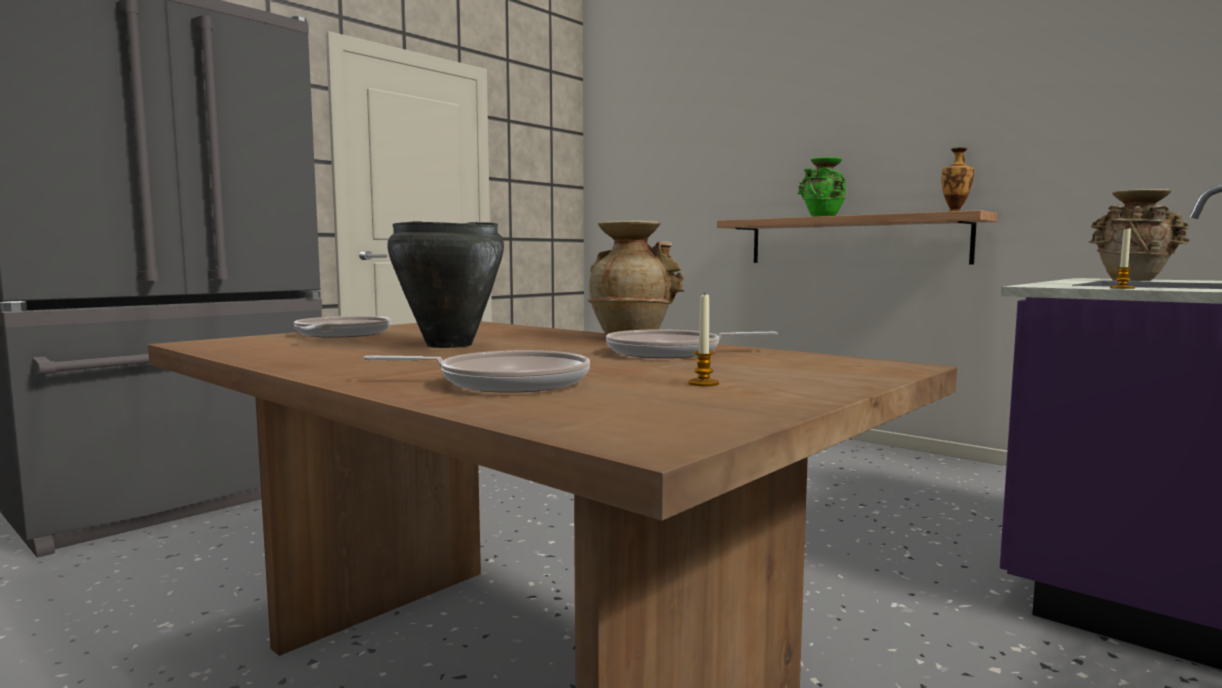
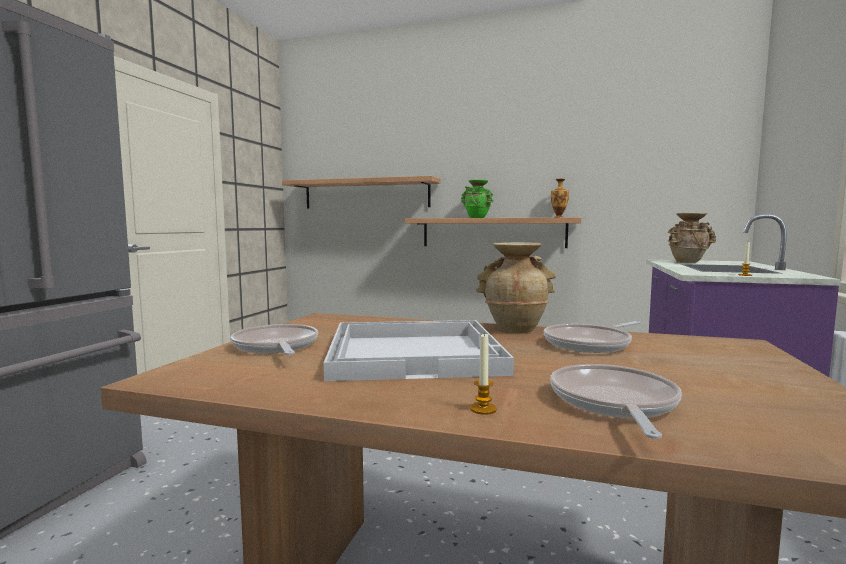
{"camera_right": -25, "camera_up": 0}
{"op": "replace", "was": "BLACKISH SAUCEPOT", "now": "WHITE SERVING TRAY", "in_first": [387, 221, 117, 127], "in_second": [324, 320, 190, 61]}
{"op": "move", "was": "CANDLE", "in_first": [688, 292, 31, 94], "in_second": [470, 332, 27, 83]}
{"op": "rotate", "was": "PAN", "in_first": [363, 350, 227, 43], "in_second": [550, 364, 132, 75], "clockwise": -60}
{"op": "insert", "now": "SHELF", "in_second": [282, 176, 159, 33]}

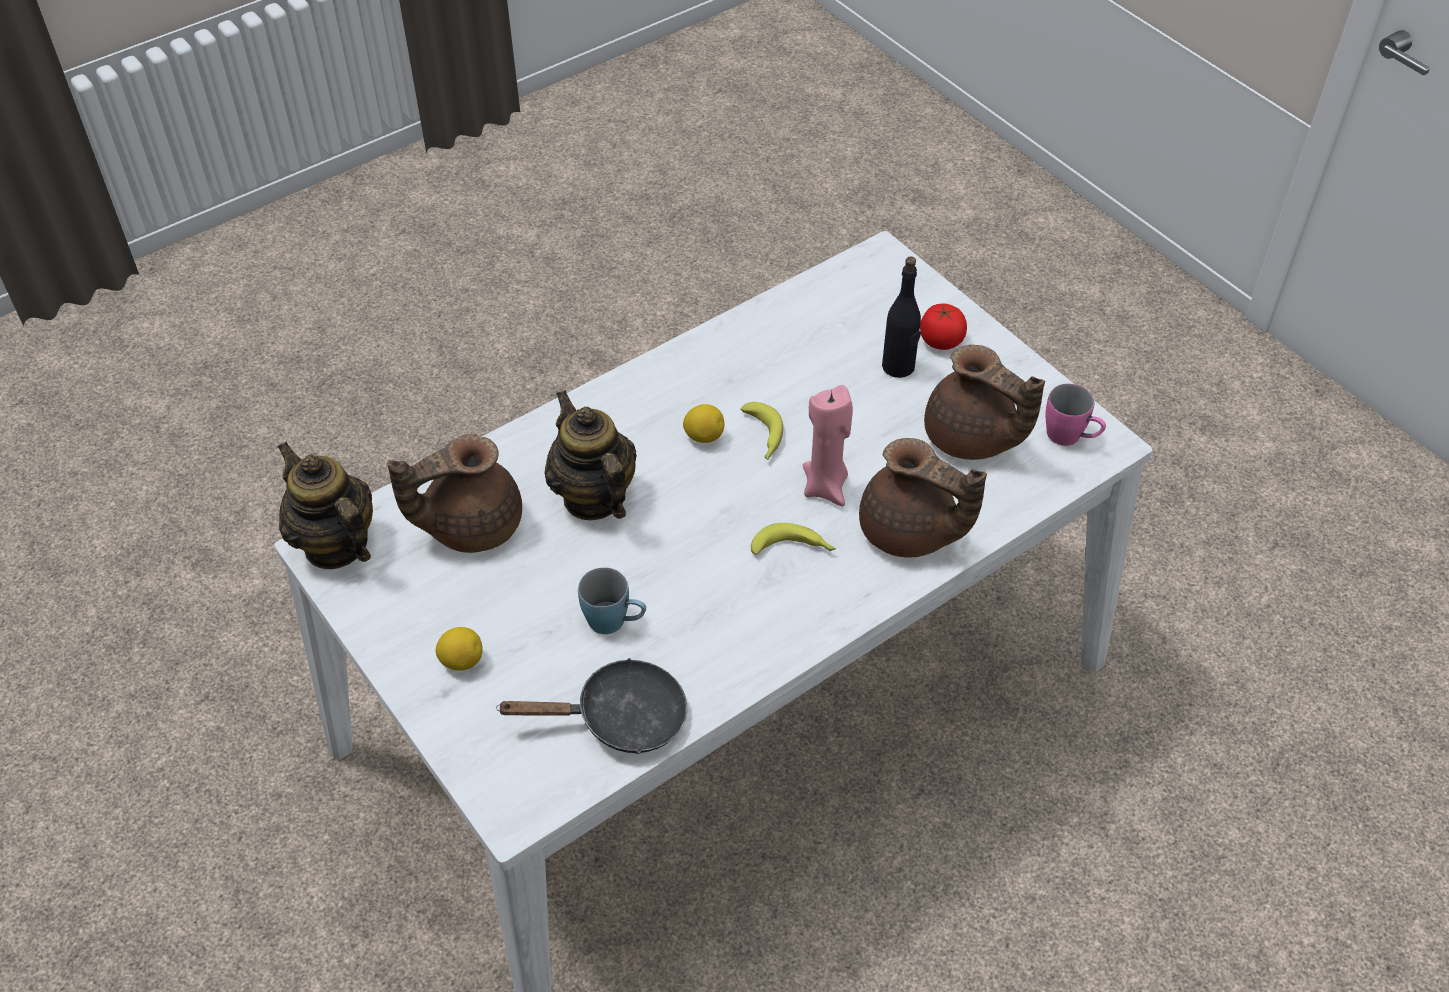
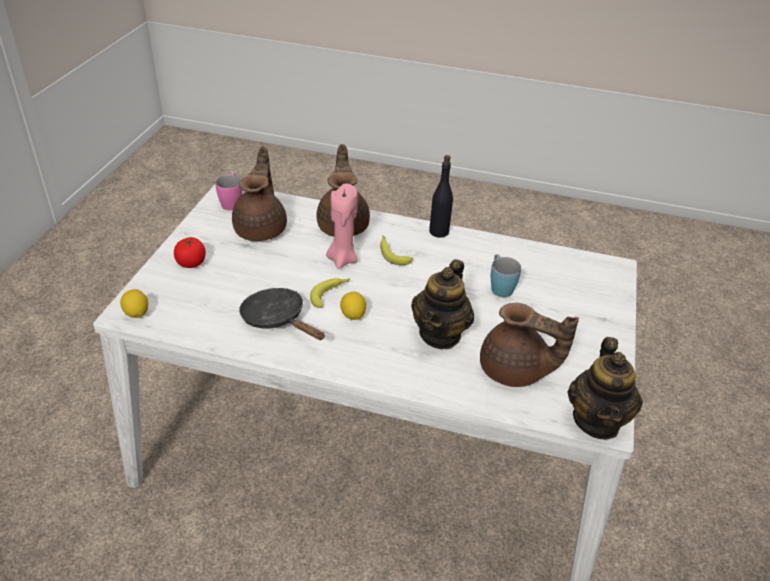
{"camera_right": -130, "camera_up": -10}
{"op": "move", "was": "BLACKISH DRINK BOTTLE", "in_first": [882, 257, 39, 121], "in_second": [429, 155, 24, 82]}
{"op": "move", "was": "LEMON", "in_first": [436, 627, 47, 43], "in_second": [120, 289, 28, 29]}
{"op": "move", "was": "BLACKISH PAN", "in_first": [496, 658, 191, 96], "in_second": [239, 288, 86, 52]}

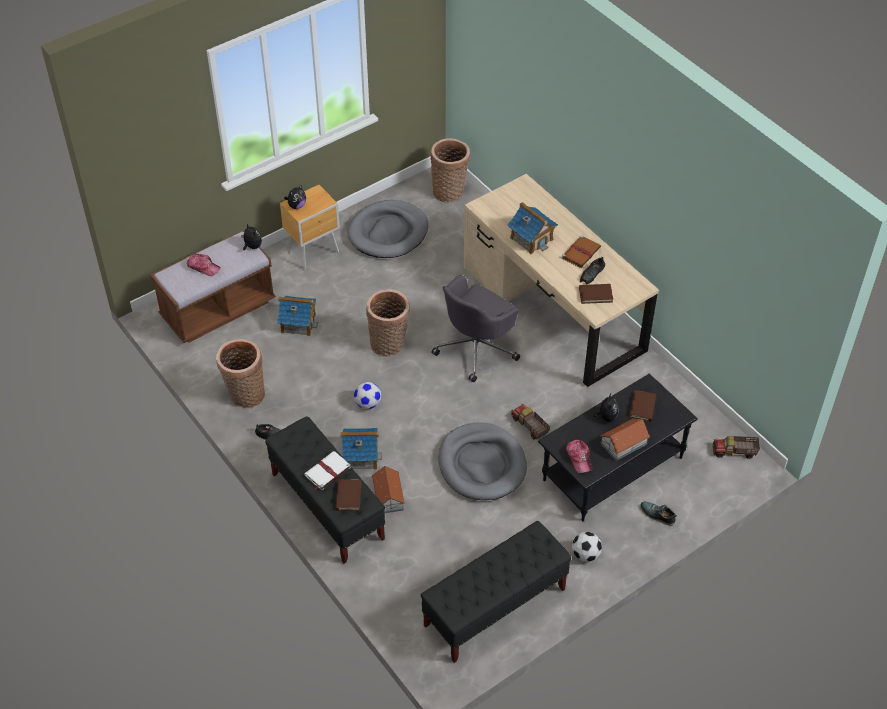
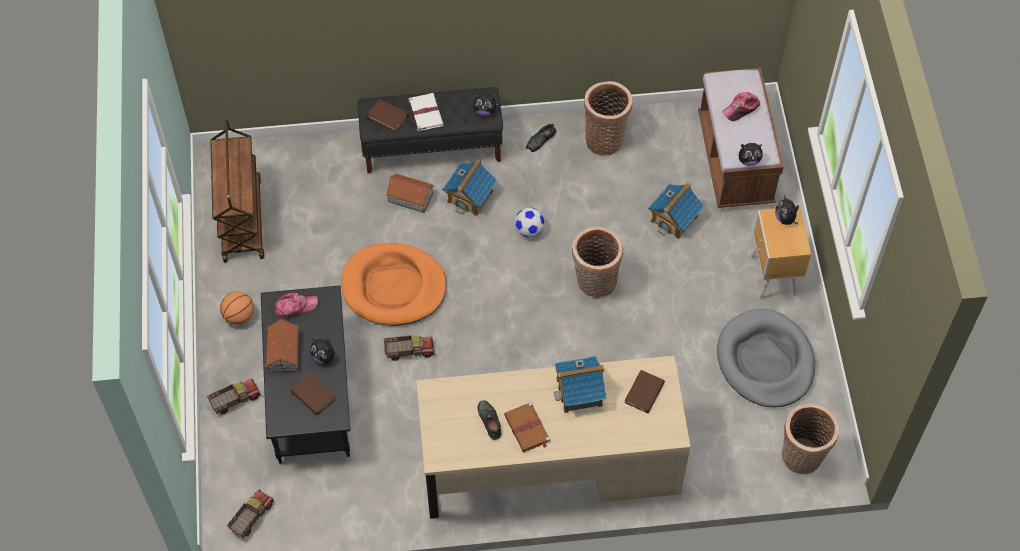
{"camera_right": 120, "camera_up": 10}
{"op": "delete", "was": "GREY COMPUTER CHAIR", "in_first": [432, 275, 88, 107]}
{"op": "move", "was": "BROWN VOLUME", "in_first": [579, 284, 34, 20], "in_second": [624, 370, 41, 43]}
{"op": "recolor", "was": "GREY DOG CUSHION", "now": "ORANGEY DOG CUSHION", "in_first": [439, 422, 88, 78], "in_second": [341, 243, 105, 83]}
{"op": "rotate", "was": "BASEBALL CAP", "in_first": [566, 440, 27, 33], "in_second": [274, 292, 44, 25], "clockwise": 150}
{"op": "replace", "was": "LOW SHOE", "now": "TOY TRUCK", "in_first": [640, 502, 37, 24], "in_second": [207, 379, 54, 35]}
{"op": "replace", "was": "BLACKISH INDOOR BENCH", "now": "BROWN TROLLEY", "in_first": [421, 521, 150, 142], "in_second": [210, 120, 54, 143]}
{"op": "replace", "was": "BALL FOR FOOTBALL", "now": "BASKETBALL", "in_first": [572, 532, 30, 30], "in_second": [220, 291, 34, 34]}
{"op": "insert", "now": "CUDDLY TOY", "in_second": [473, 93, 26, 23]}

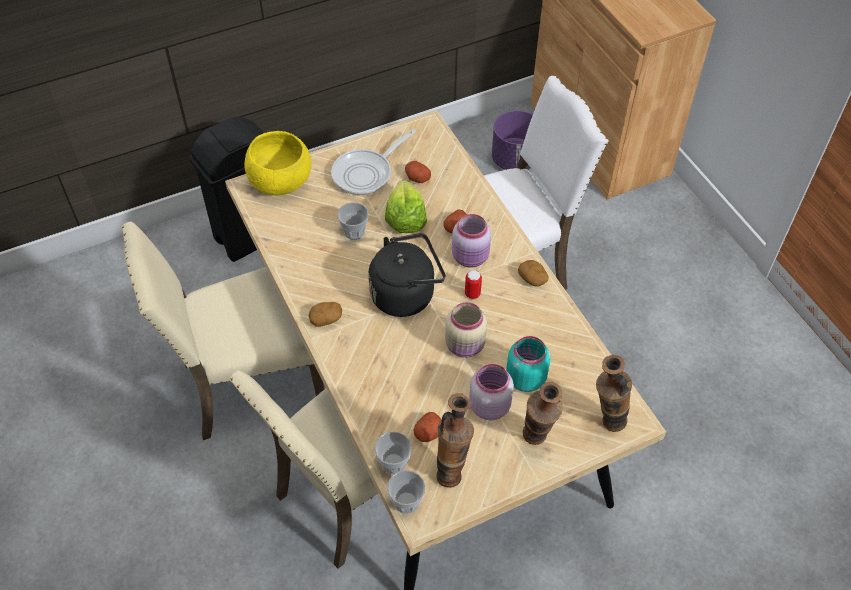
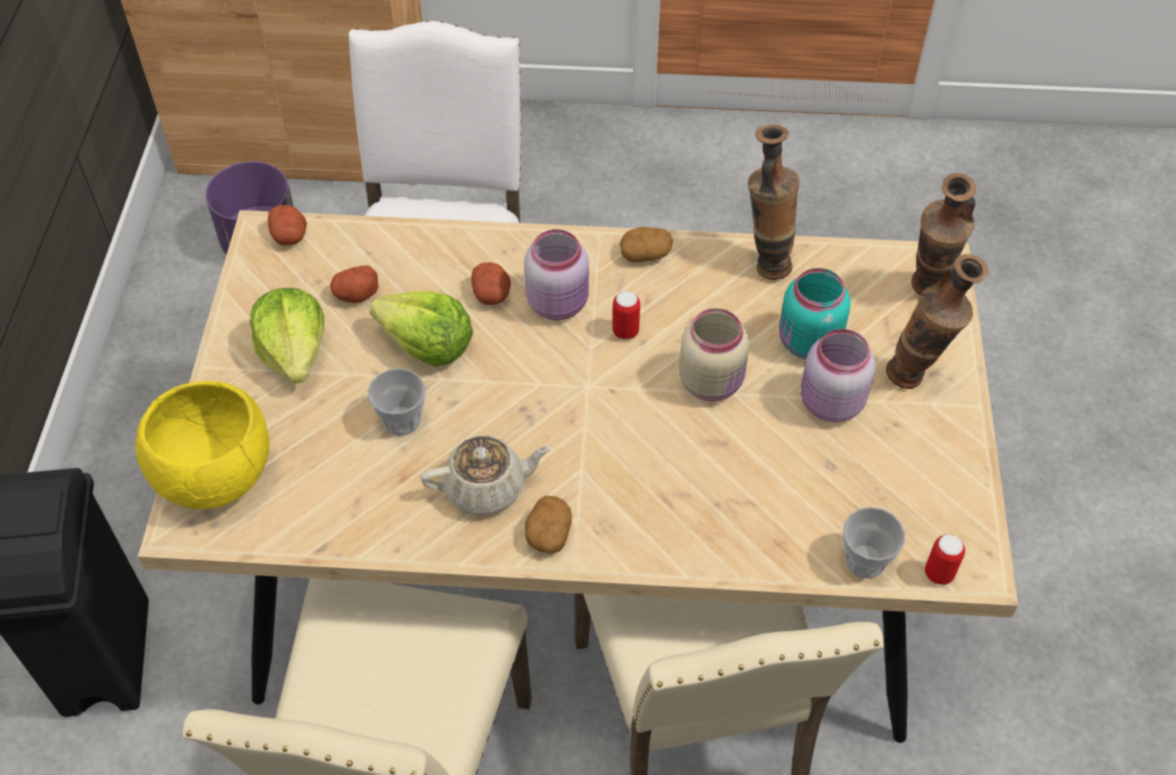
{"camera_right": -60, "camera_up": 0}
{"op": "replace", "was": "PAN", "now": "LETTUCE", "in_first": [331, 129, 85, 66], "in_second": [250, 288, 74, 96]}
{"op": "delete", "was": "BLACKISH WATER KETTLE", "in_first": [368, 233, 77, 84]}
{"op": "move", "was": "FLOWER VASE", "in_first": [436, 393, 38, 95], "in_second": [748, 125, 52, 155]}
{"op": "move", "was": "POTATO", "in_first": [414, 412, 27, 30], "in_second": [268, 205, 39, 41]}
{"op": "replace", "was": "DRINKING CUP", "now": "CAN", "in_first": [387, 470, 39, 44], "in_second": [925, 534, 40, 51]}
{"op": "insert", "now": "SAND-COLOURED TEA POT", "in_second": [421, 435, 131, 80]}

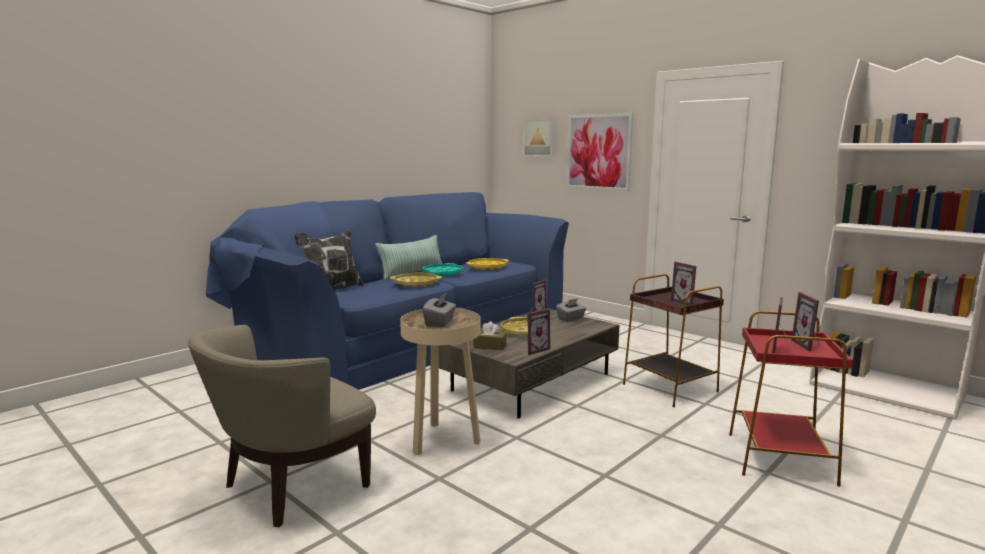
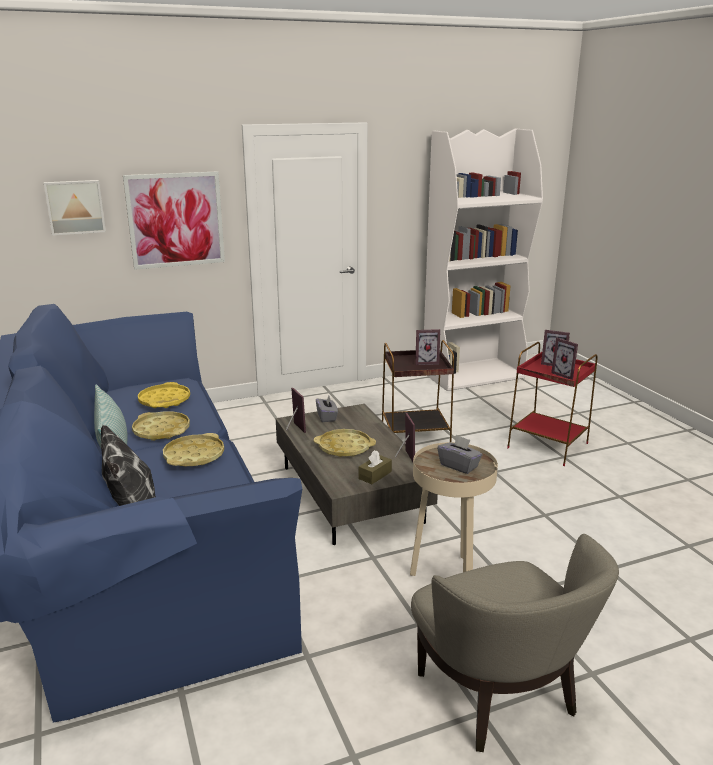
{"camera_right": -65, "camera_up": 10}
{"op": "recolor", "was": "TURQUOISE SERVING TRAY", "now": "YELLOW SERVING TRAY", "in_first": [423, 263, 40, 14], "in_second": [132, 411, 58, 30]}

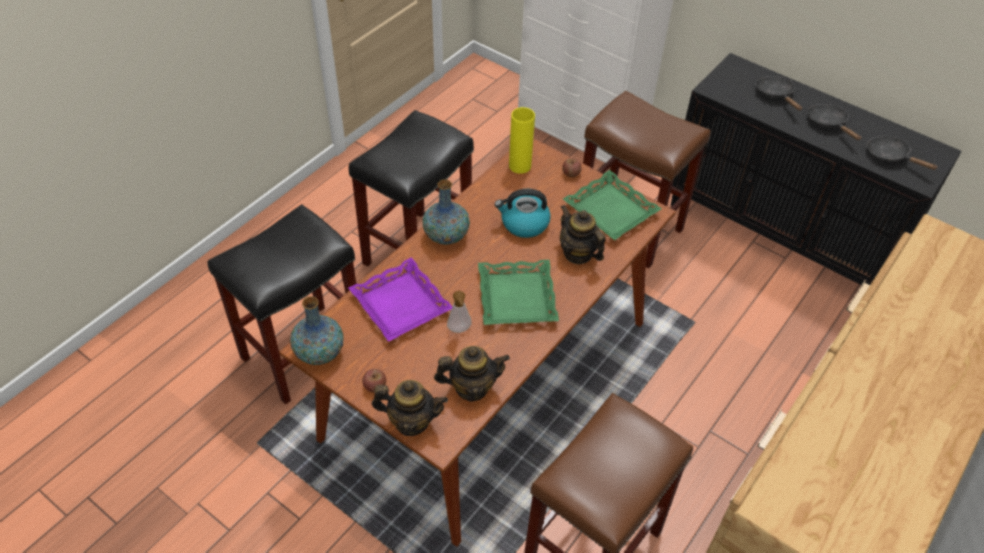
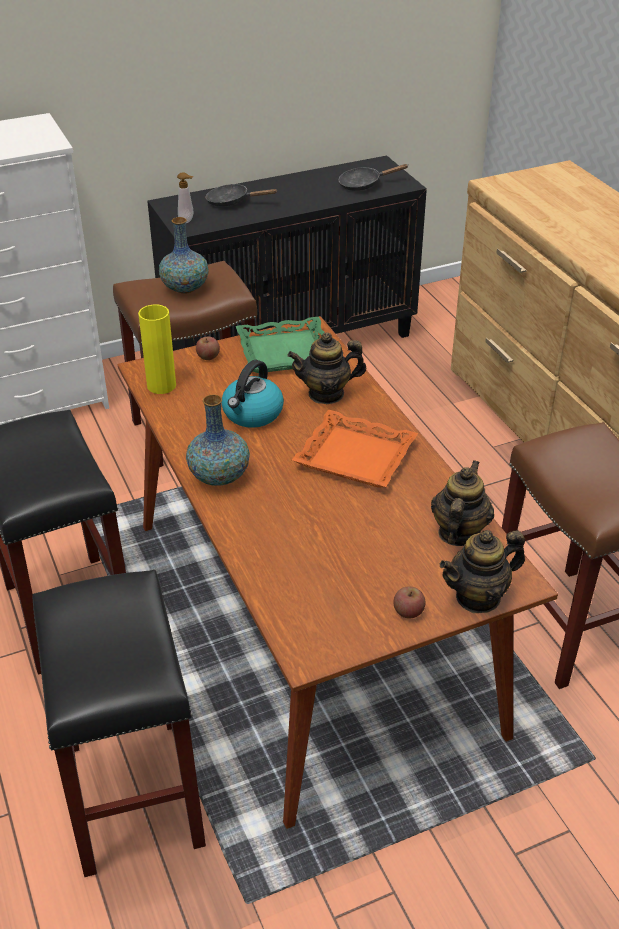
{"camera_right": -60, "camera_up": -10}
{"op": "delete", "was": "BLACKISH PAN", "in_first": [807, 104, 55, 36]}
{"op": "delete", "was": "PURPLE SERVING TRAY", "in_first": [348, 257, 104, 85]}
{"op": "recolor", "was": "GREEN SERVING TRAY", "now": "ORANGEY SERVING TRAY", "in_first": [478, 260, 81, 65], "in_second": [292, 410, 126, 77]}
{"op": "move", "was": "LIQUID SOAP BOTTLE", "in_first": [447, 291, 25, 42], "in_second": [177, 172, 17, 51]}
{"op": "move", "was": "FLOWER VASE", "in_first": [290, 296, 54, 69], "in_second": [159, 217, 50, 77]}
{"op": "rotate", "was": "TEA POT", "in_first": [372, 380, 76, 56], "in_second": [440, 530, 85, 83], "clockwise": -150}

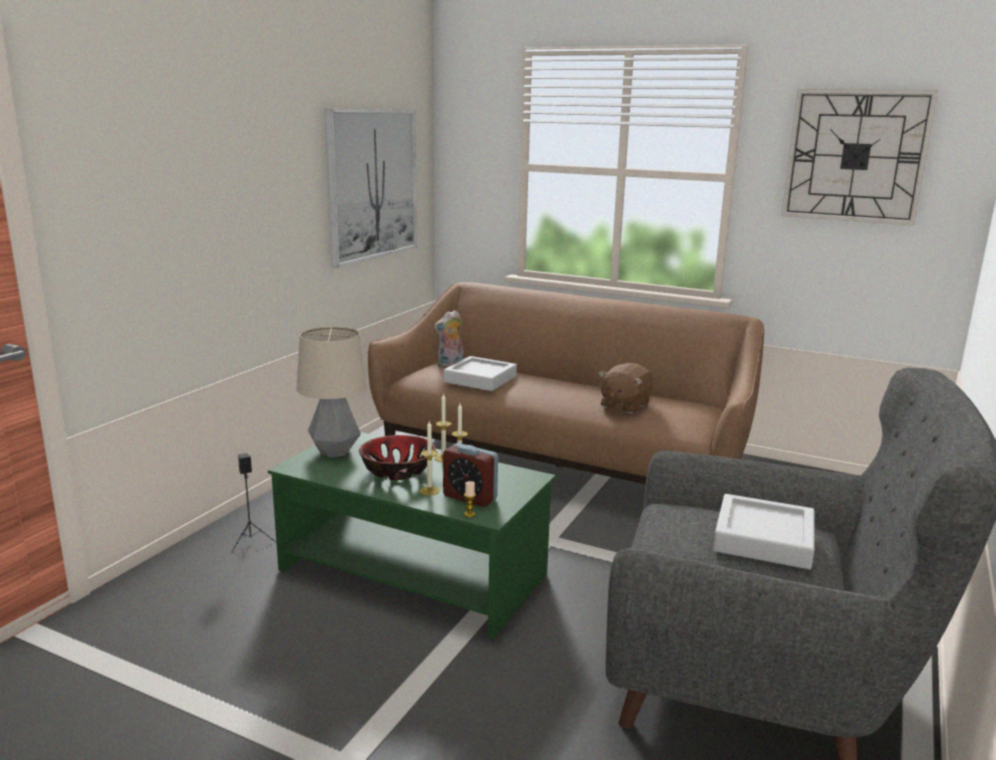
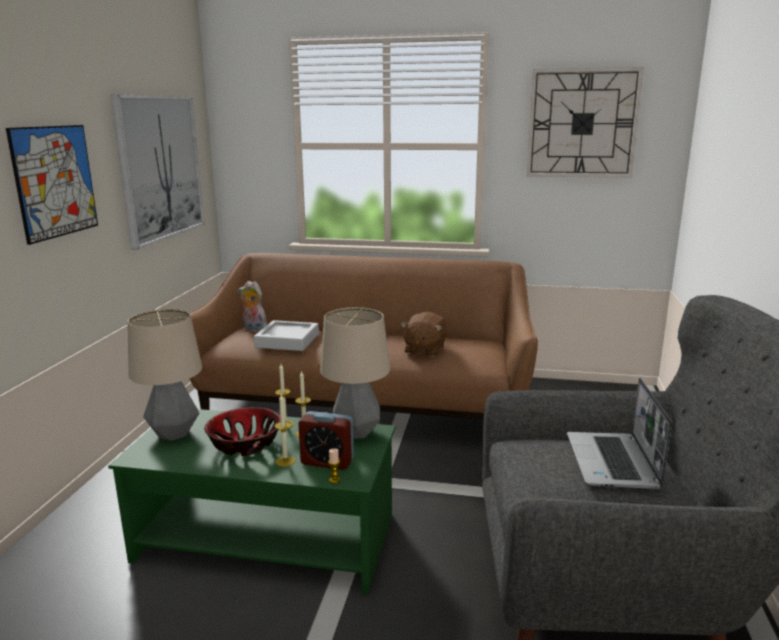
{"camera_right": -15, "camera_up": 0}
{"op": "rotate", "was": "CUDDLY TOY", "in_first": [434, 310, 30, 57], "in_second": [238, 281, 29, 51], "clockwise": 75}
{"op": "delete", "was": "BLACKISH LOUDSPEAKER", "in_first": [231, 453, 45, 100]}
{"op": "replace", "was": "GREY SERVING TRAY", "now": "LAPTOP", "in_first": [713, 494, 101, 75], "in_second": [567, 378, 105, 111]}
{"op": "insert", "now": "PICTURE", "in_second": [6, 125, 92, 120]}
{"op": "insert", "now": "TABLE LAMP", "in_second": [320, 307, 70, 132]}

